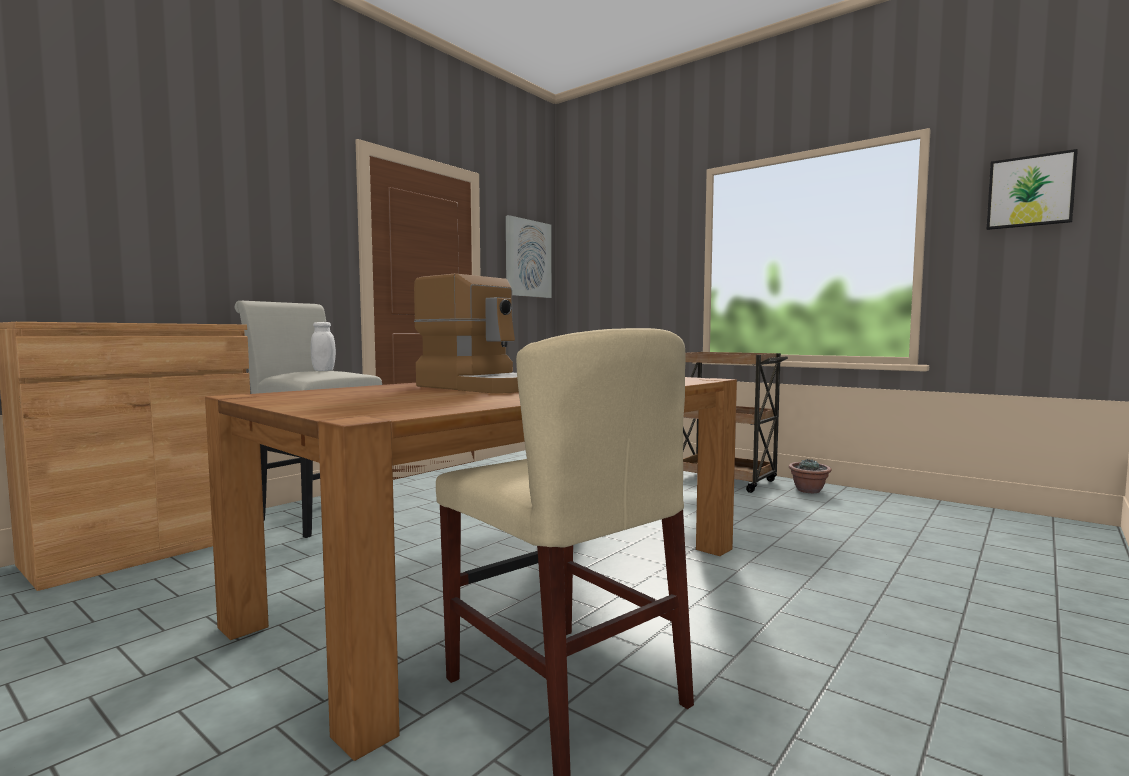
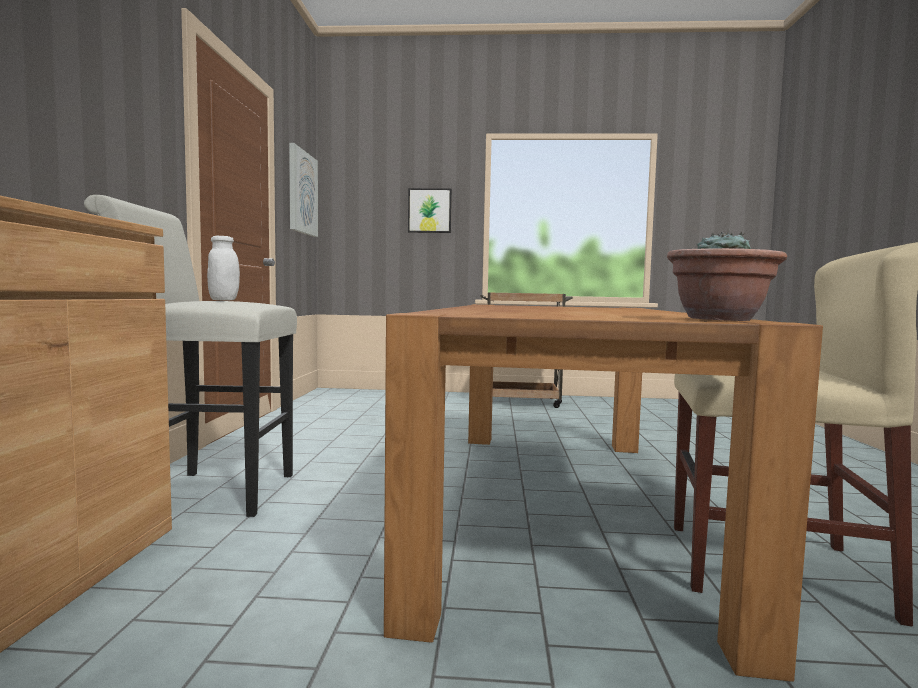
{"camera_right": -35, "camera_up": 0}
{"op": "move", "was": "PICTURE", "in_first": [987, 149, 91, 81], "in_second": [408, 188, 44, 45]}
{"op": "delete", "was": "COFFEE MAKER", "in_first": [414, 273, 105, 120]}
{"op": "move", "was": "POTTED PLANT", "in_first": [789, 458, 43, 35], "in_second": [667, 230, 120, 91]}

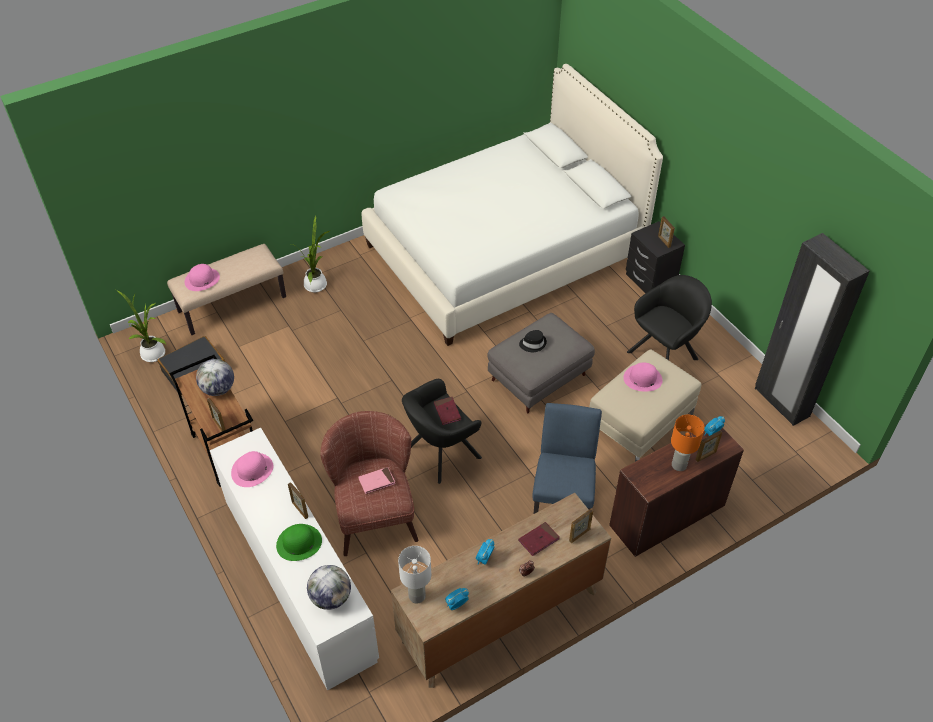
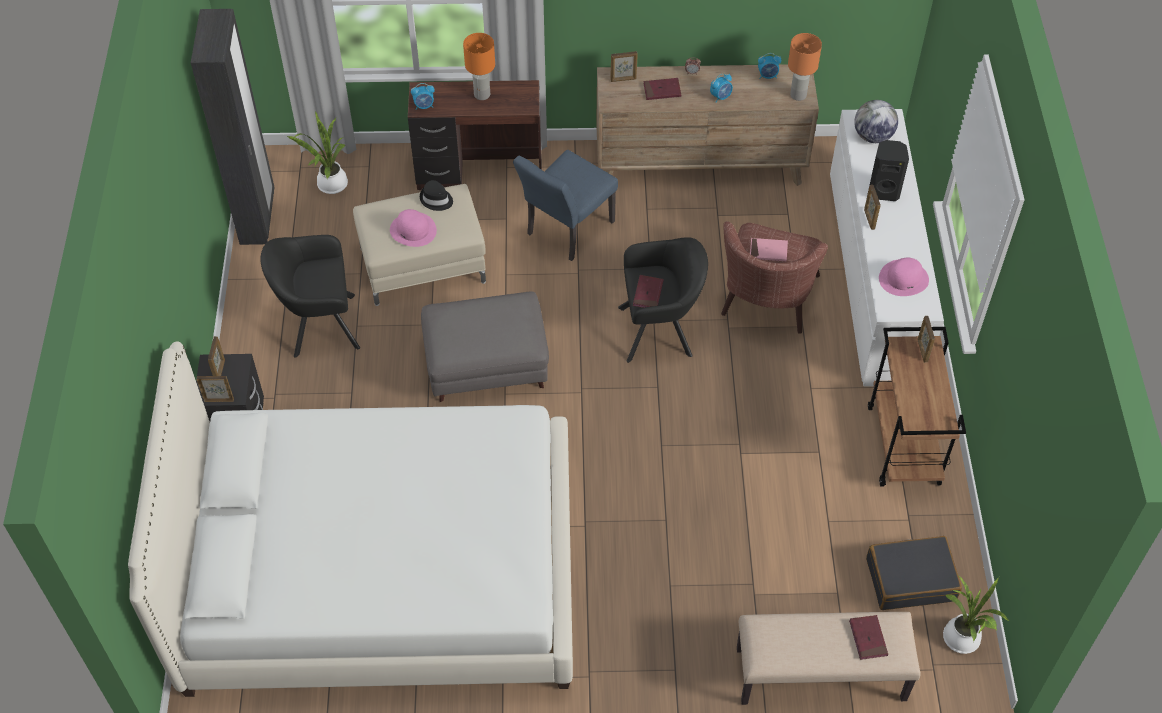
{"camera_right": -150, "camera_up": 5}
{"op": "move", "was": "POTTED PLANT", "in_first": [291, 216, 40, 76], "in_second": [287, 111, 61, 83]}
{"op": "replace", "was": "PINKISH HAT", "now": "RED VOLUME", "in_first": [185, 264, 35, 27], "in_second": [849, 615, 39, 45]}
{"op": "move", "was": "BLACKISH HAT", "in_first": [519, 330, 28, 22], "in_second": [420, 180, 33, 31]}
{"op": "delete", "was": "GLOBE", "in_first": [196, 359, 38, 37]}
{"op": "move", "was": "STANDING FRAME", "in_first": [695, 430, 27, 32], "in_second": [196, 376, 38, 26]}
{"op": "replace", "was": "GREEN HAT", "now": "BLACKISH LOUDSPEAKER", "in_first": [276, 524, 46, 37], "in_second": [867, 140, 42, 61]}
{"op": "recolor", "was": "WHITE TABLE LAMP", "now": "ORANGEY TABLE LAMP", "in_first": [398, 546, 33, 58], "in_second": [788, 33, 34, 68]}

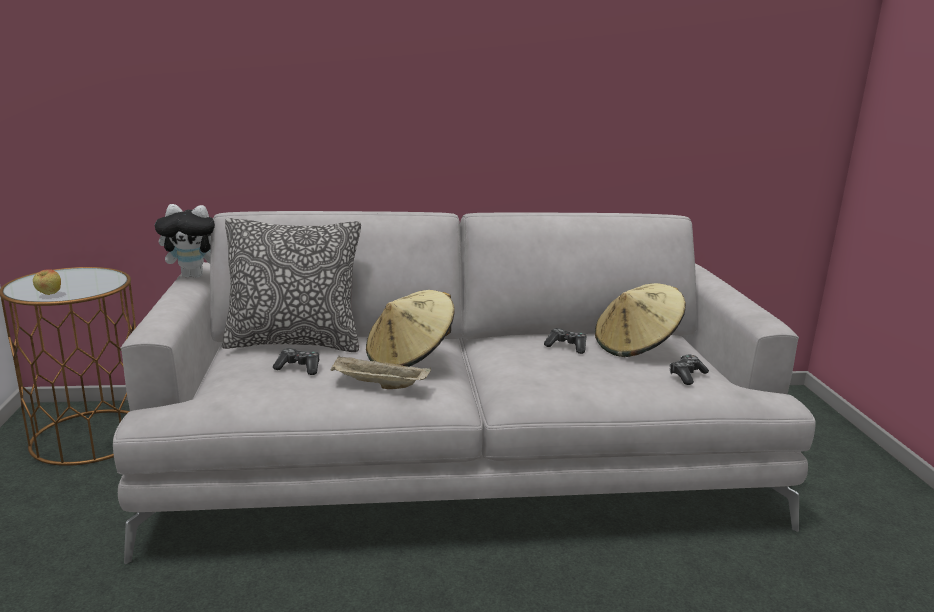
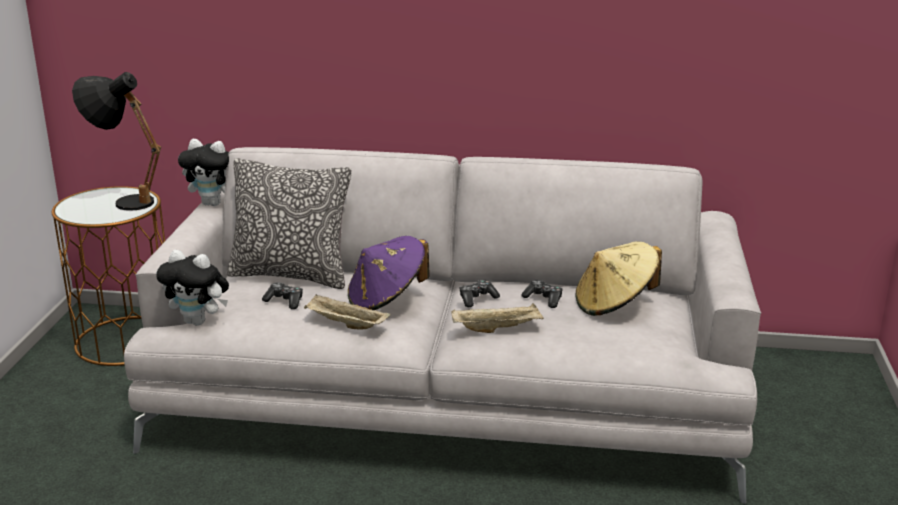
{"camera_right": 15, "camera_up": 5}
{"op": "delete", "was": "APPLE FRUIT", "in_first": [33, 269, 28, 26]}
{"op": "recolor", "was": "SAND-COLOURED HAT", "now": "PURPLE HAT", "in_first": [366, 290, 89, 77], "in_second": [348, 236, 82, 74]}
{"op": "move", "was": "GAMEPAD", "in_first": [670, 355, 39, 30], "in_second": [460, 280, 40, 27]}
{"op": "insert", "now": "BLACKISH TABLE LAMP", "in_second": [72, 72, 89, 139]}
{"op": "insert", "now": "CUDDLY TOY", "in_second": [156, 250, 73, 76]}
{"op": "insert", "now": "SAND-COLOURED SERVING TRAY", "in_second": [451, 303, 93, 30]}

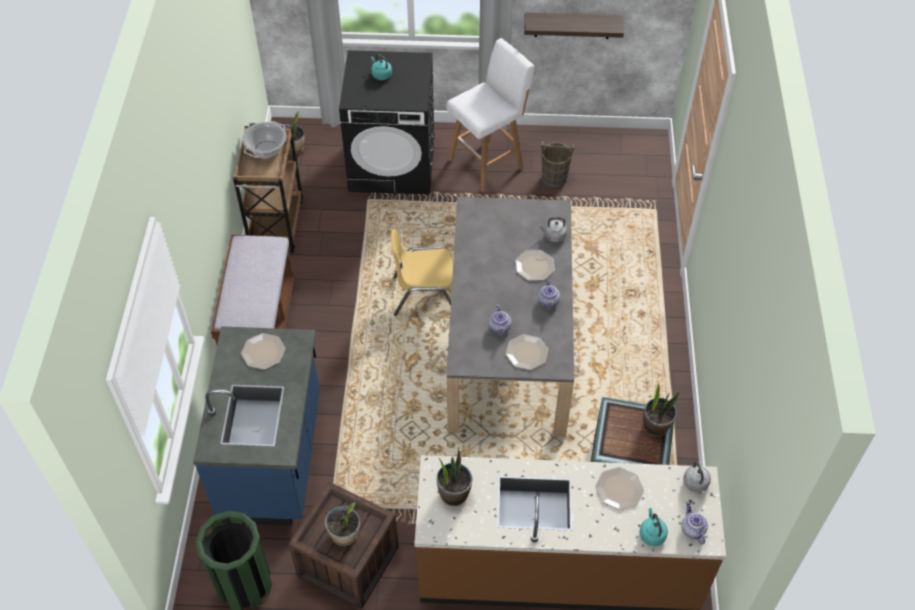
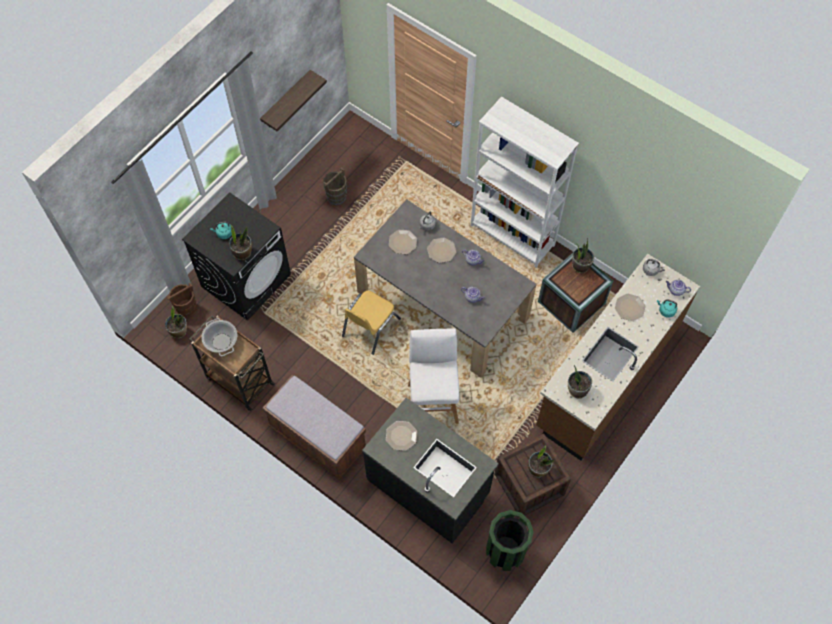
{"camera_right": -55, "camera_up": 10}
{"op": "move", "was": "WHITE SITTING STOOL", "in_first": [447, 38, 87, 154], "in_second": [408, 329, 52, 95]}
{"op": "recolor", "was": "BLUE COUNTER", "now": "BLACKISH COUNTER", "in_first": [193, 326, 127, 200], "in_second": [362, 398, 137, 145]}
{"op": "move", "was": "DINNER PLATE", "in_first": [505, 334, 43, 36], "in_second": [389, 230, 28, 24]}
{"op": "insert", "now": "WHITE BOOKSHELF", "in_second": [471, 96, 108, 172]}
{"op": "insert", "now": "POTTED PLANT", "in_second": [229, 225, 23, 35]}
{"op": "insert", "now": "BROWN PAIL", "in_second": [167, 283, 30, 35]}

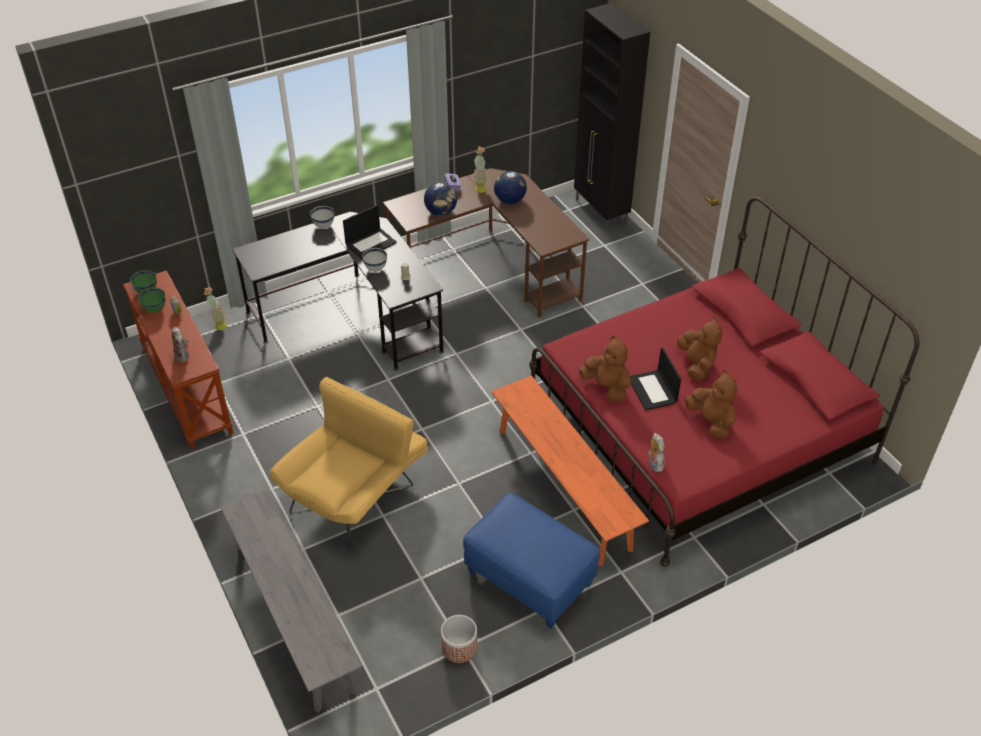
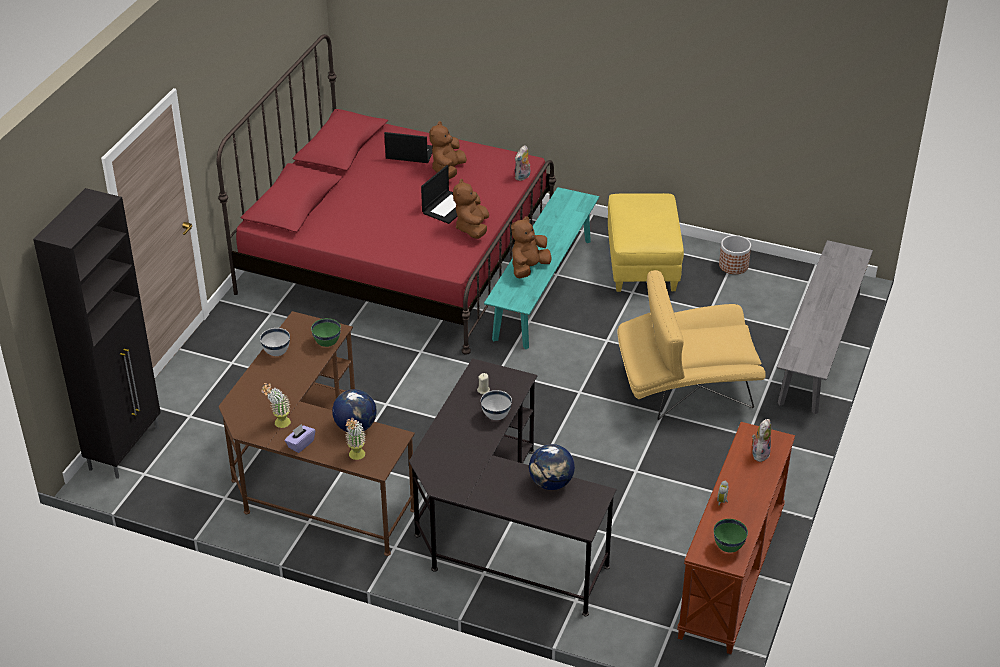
{"camera_right": -130, "camera_up": -5}
{"op": "move", "was": "GLOBE", "in_first": [494, 171, 33, 33], "in_second": [529, 444, 46, 46]}
{"op": "move", "was": "LAPTOP", "in_first": [343, 205, 54, 55], "in_second": [384, 132, 49, 31]}
{"op": "move", "was": "WHITE BOWL", "in_first": [310, 206, 24, 23], "in_second": [260, 328, 30, 28]}
{"op": "move", "was": "POTTED PLANT", "in_first": [204, 287, 23, 43], "in_second": [345, 418, 21, 42]}
{"op": "move", "was": "GREEN BOWL", "in_first": [138, 288, 28, 25], "in_second": [311, 318, 30, 29]}
{"op": "move", "was": "BROWN CUDDLY TOY", "in_first": [677, 317, 46, 64], "in_second": [511, 216, 41, 62]}
{"op": "recolor", "was": "ORANGEY INDOOR BENCH", "now": "TURQUOISE INDOOR BENCH", "in_first": [491, 376, 158, 190], "in_second": [484, 187, 115, 162]}
{"op": "recolor", "was": "BLUE POUFFE", "now": "YELLOW POUFFE", "in_first": [463, 493, 137, 136], "in_second": [608, 193, 76, 99]}

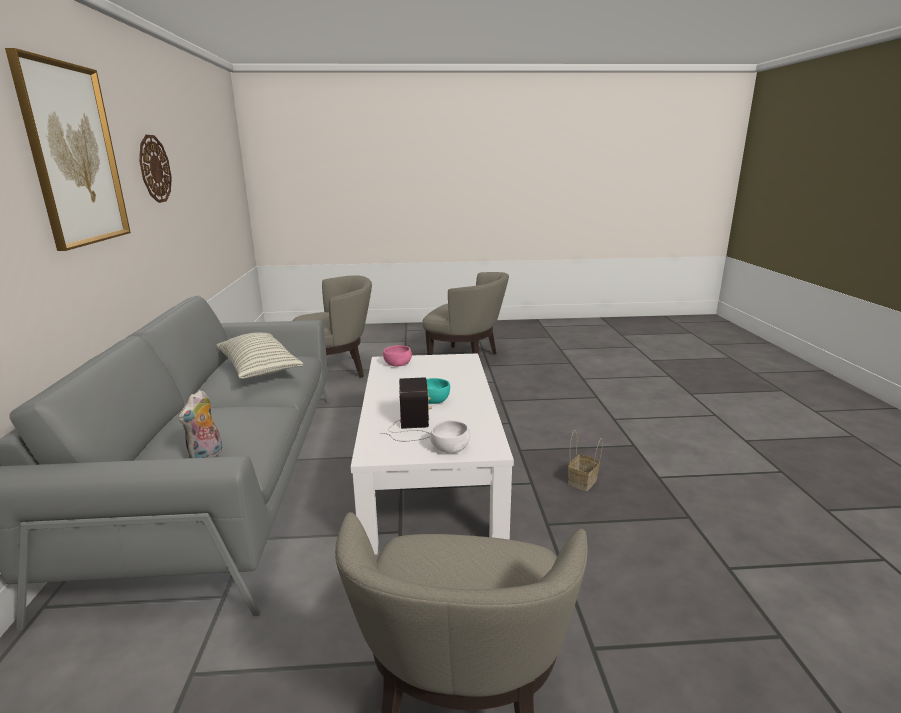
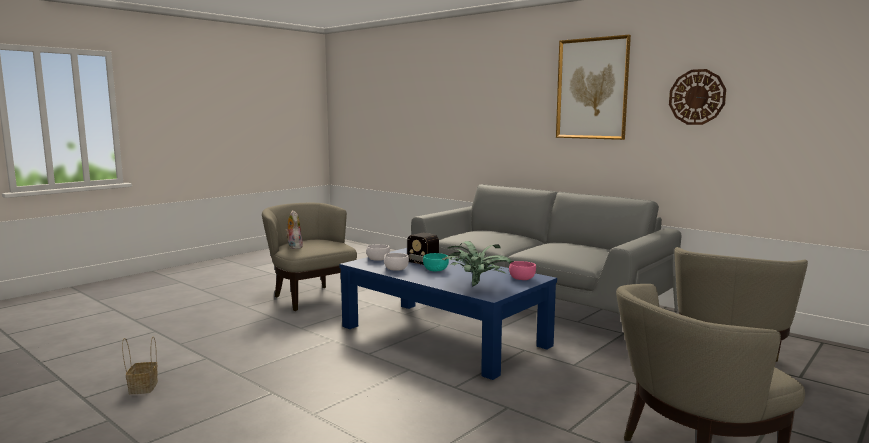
{"camera_right": 135, "camera_up": -10}
{"op": "delete", "was": "CUSHION", "in_first": [217, 332, 87, 47]}
{"op": "recolor", "was": "WHITE COFFEE TABLE", "now": "BLUE COFFEE TABLE", "in_first": [351, 353, 163, 202], "in_second": [339, 248, 218, 132]}
{"op": "move", "was": "CUDDLY TOY", "in_first": [178, 390, 45, 68], "in_second": [285, 210, 18, 39]}
{"op": "move", "was": "STORAGE BASKET", "in_first": [568, 430, 35, 61], "in_second": [122, 337, 36, 57]}
{"op": "insert", "now": "POTTED PLANT", "in_second": [441, 241, 72, 46]}
{"op": "insert", "now": "WHITE BOWL", "in_second": [384, 253, 25, 18]}

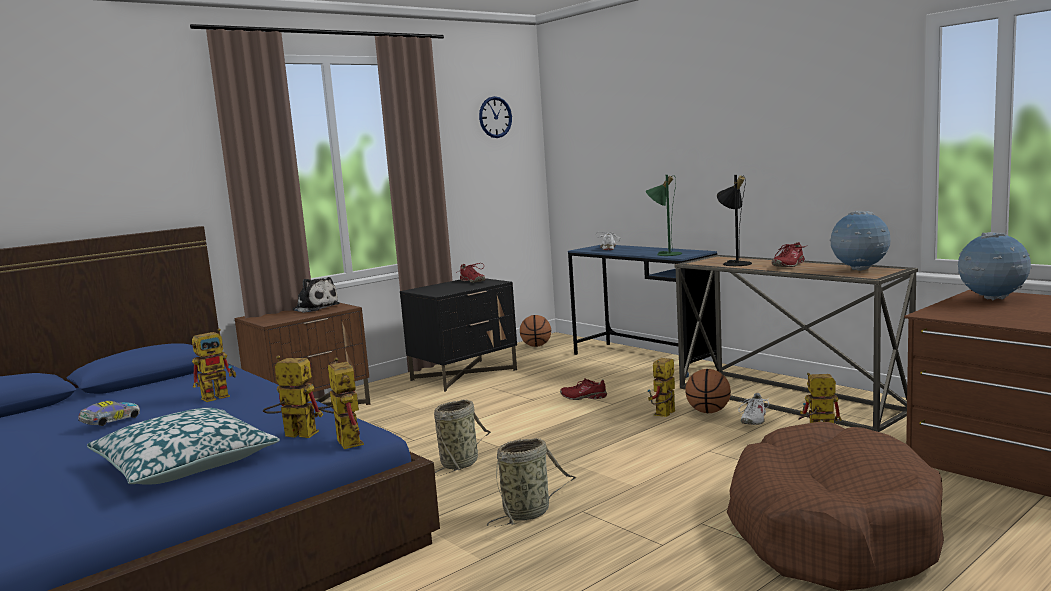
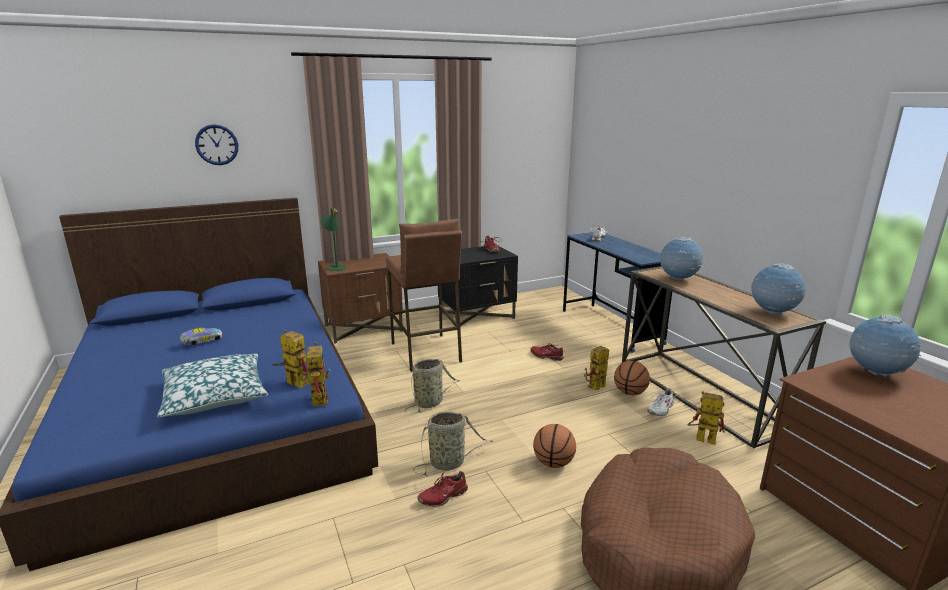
{"camera_right": 15, "camera_up": 10}
{"op": "move", "was": "WALL CLOCK", "in_first": [479, 96, 33, 42], "in_second": [195, 124, 43, 41]}
{"op": "move", "was": "GREEN TABLE LAMP", "in_first": [646, 175, 36, 81], "in_second": [320, 208, 26, 63]}
{"op": "replace", "was": "BLACKISH TABLE LAMP", "now": "GLOBE", "in_first": [717, 175, 35, 91], "in_second": [660, 237, 44, 43]}
{"op": "move", "was": "RED LOW SHOE", "in_first": [772, 242, 34, 25], "in_second": [417, 471, 51, 36]}
{"op": "delete", "was": "CUDDLY TOY", "in_first": [293, 277, 47, 36]}
{"op": "move", "was": "BASKETBALL", "in_first": [520, 315, 31, 32], "in_second": [533, 424, 43, 44]}
{"op": "delete", "was": "ROBOT FIGURE", "in_first": [192, 328, 44, 74]}
{"op": "insert", "now": "BROWN SITTING STOOL", "in_second": [386, 219, 76, 153]}

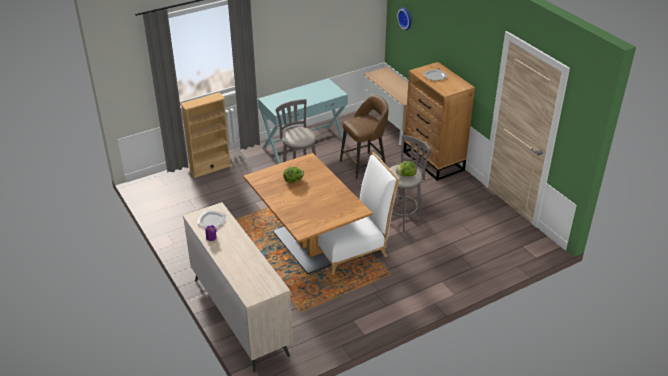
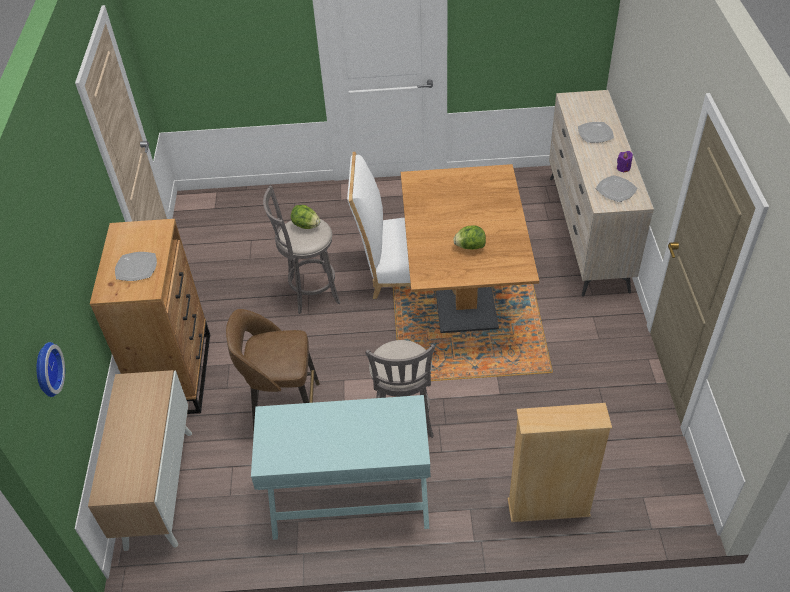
{"camera_right": -150, "camera_up": 10}
{"op": "insert", "now": "DINNER PLATE", "in_second": [578, 122, 36, 21]}

